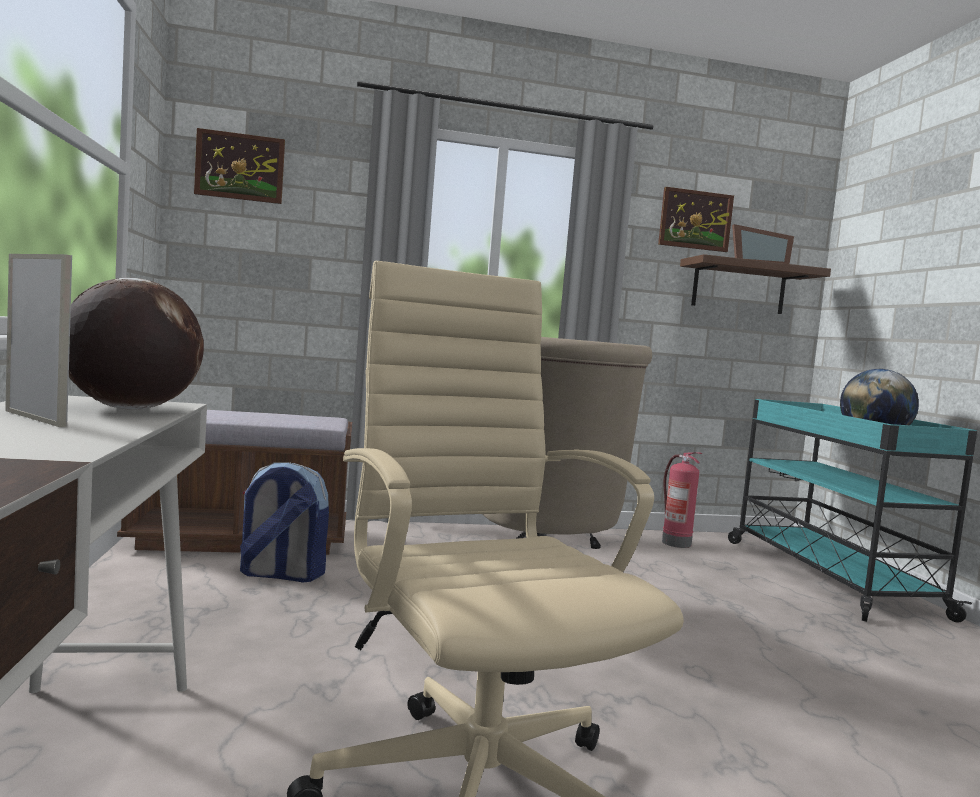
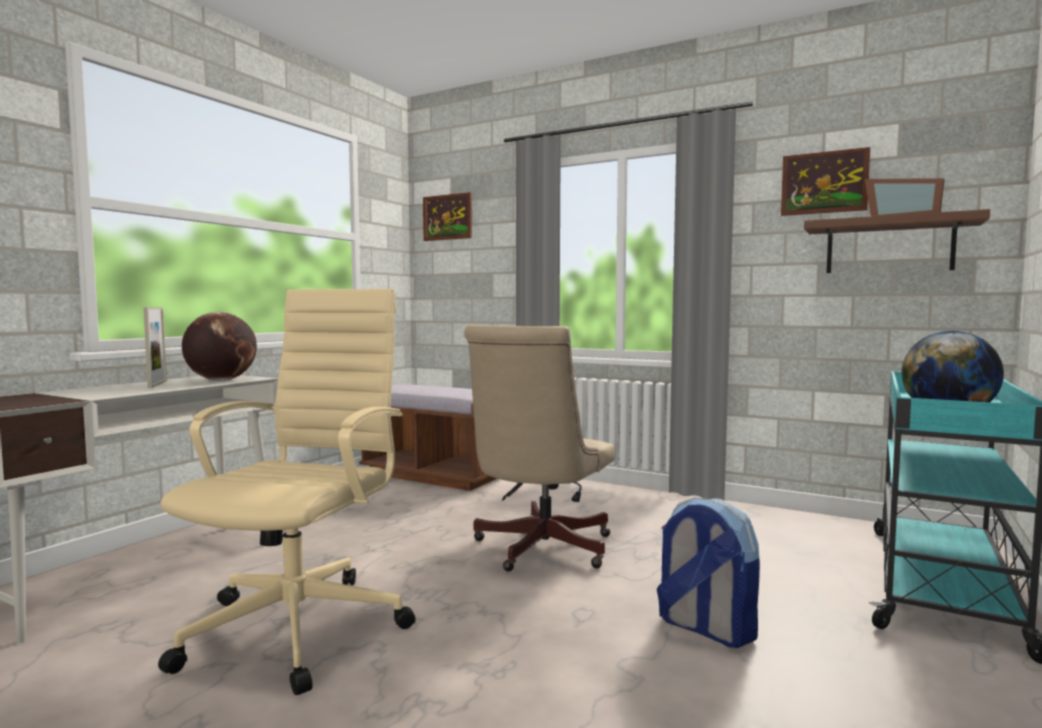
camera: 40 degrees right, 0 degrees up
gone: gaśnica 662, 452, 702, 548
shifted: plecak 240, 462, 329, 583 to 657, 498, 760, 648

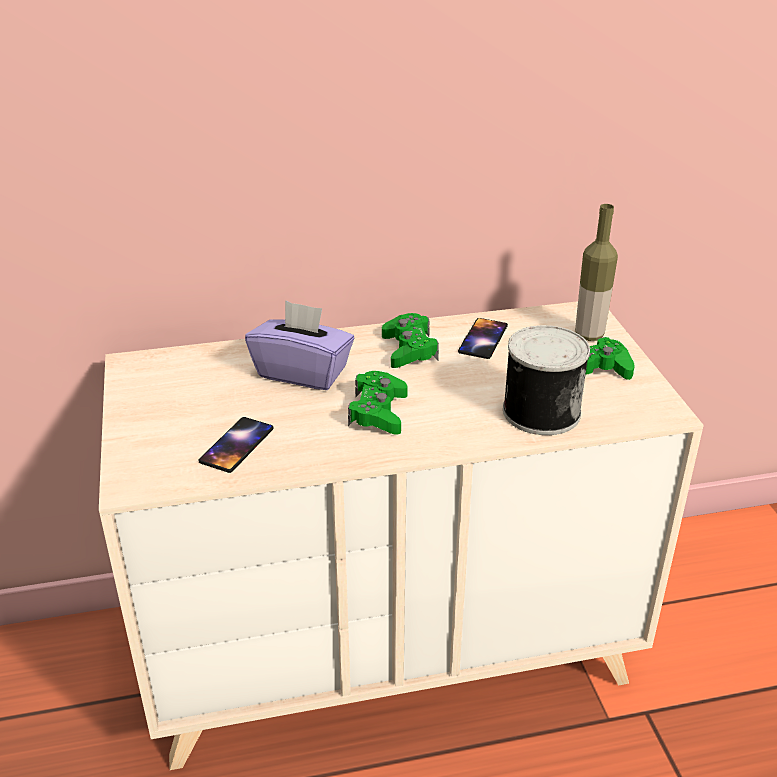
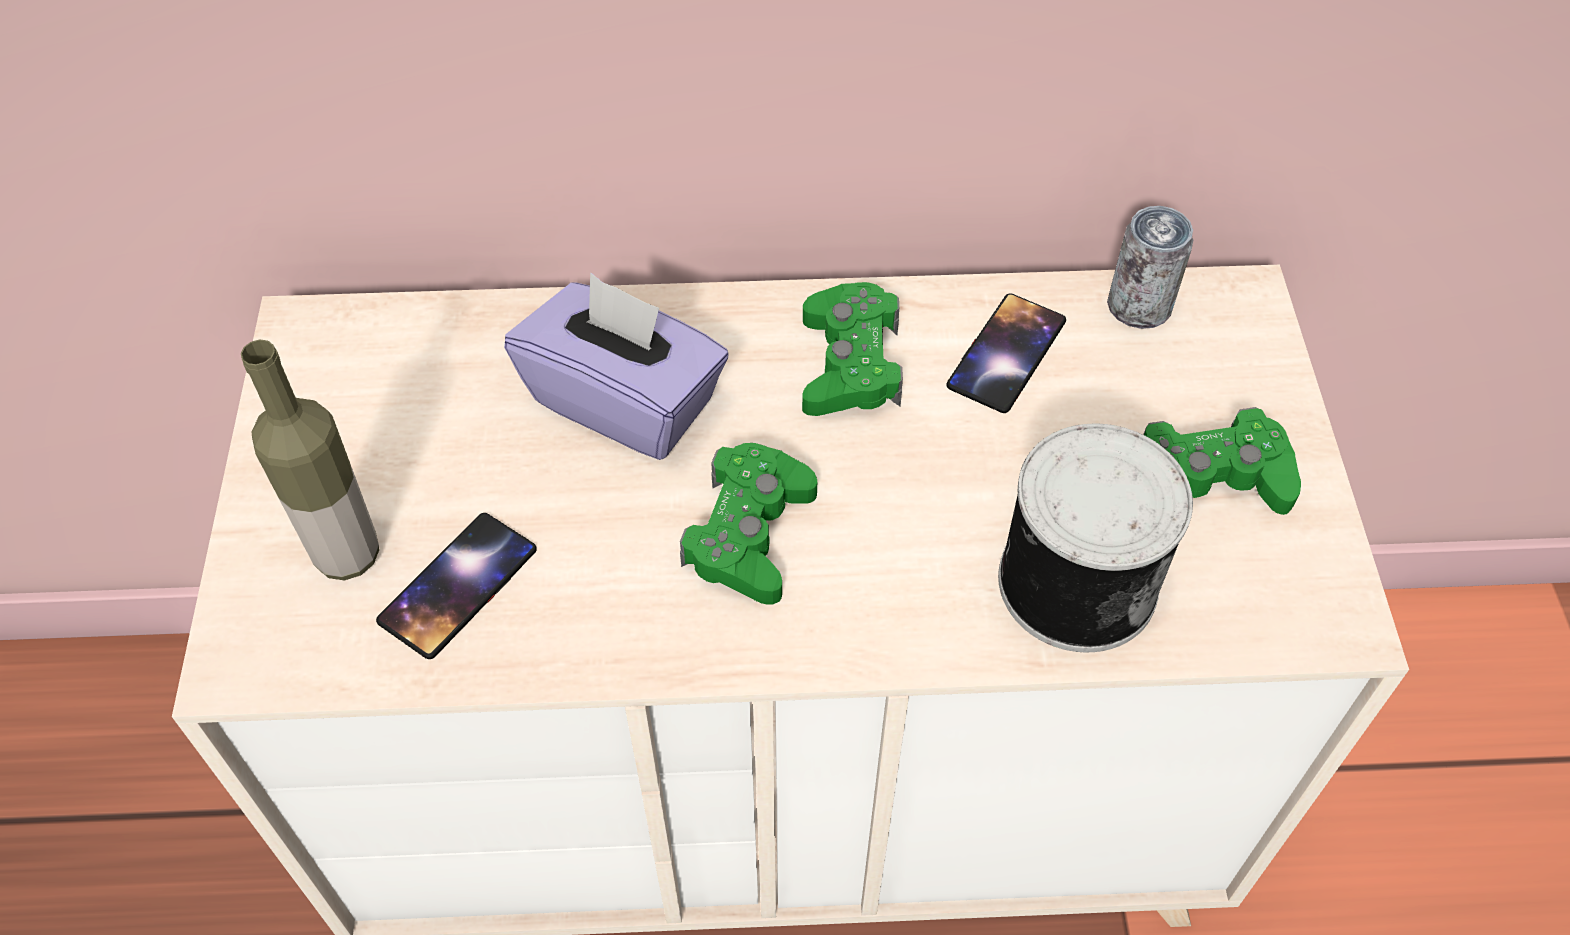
camera: 10 degrees right, 20 degrees up
new: puszka 1107, 206, 1193, 329
shifted: butelka 575, 204, 618, 341 to 241, 339, 379, 580

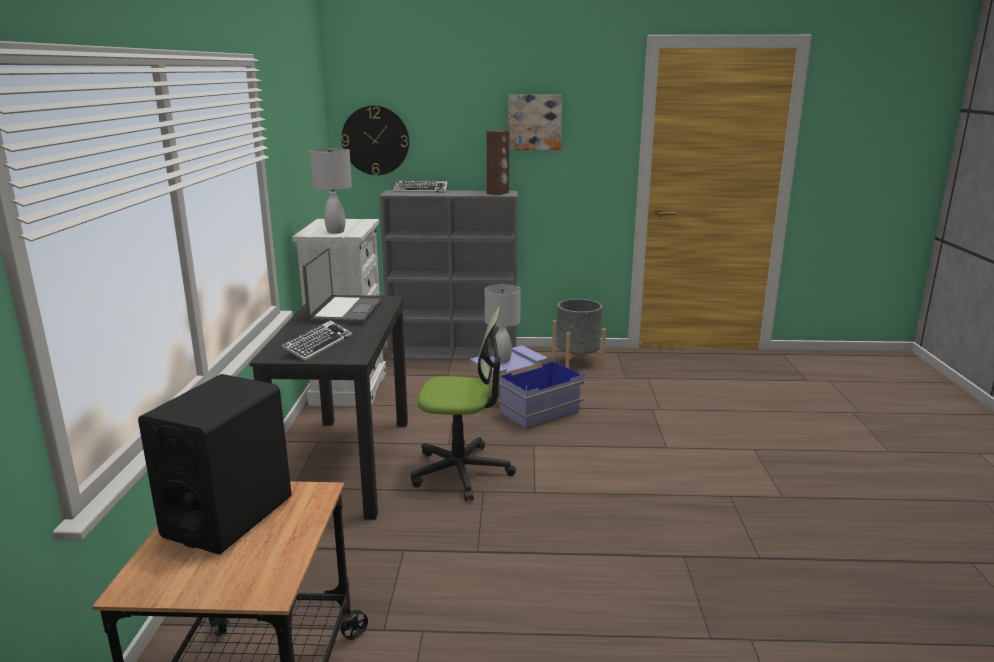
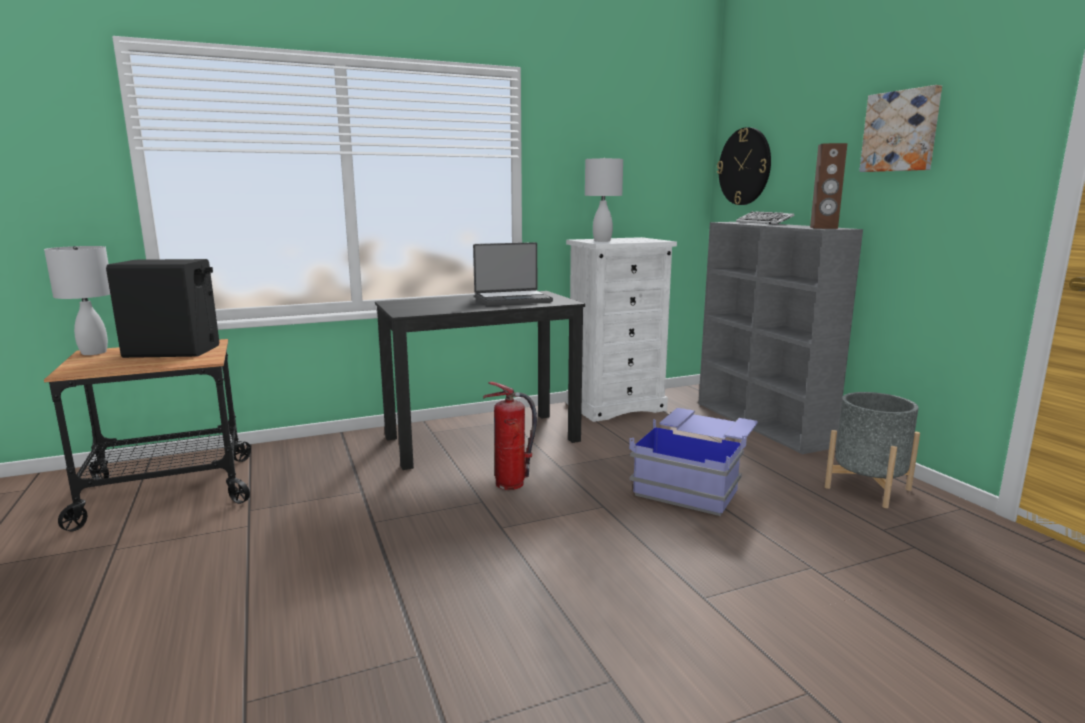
camera: 65 degrees right, 5 degrees down
gone: klawiatura 282, 320, 352, 361
shifted: lampa stołowa [biały] 485, 284, 521, 363 to 44, 246, 110, 355
swapped: krzesło biurowe 411, 307, 516, 501 to gaśnica 483, 382, 537, 490

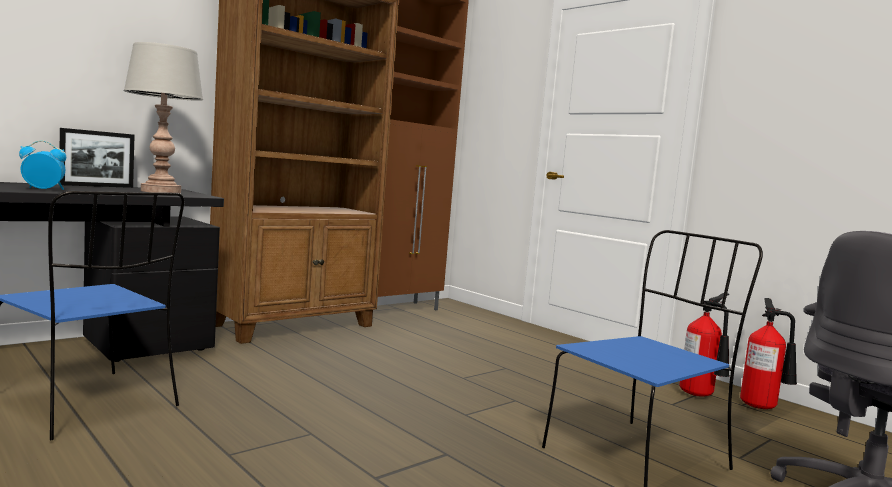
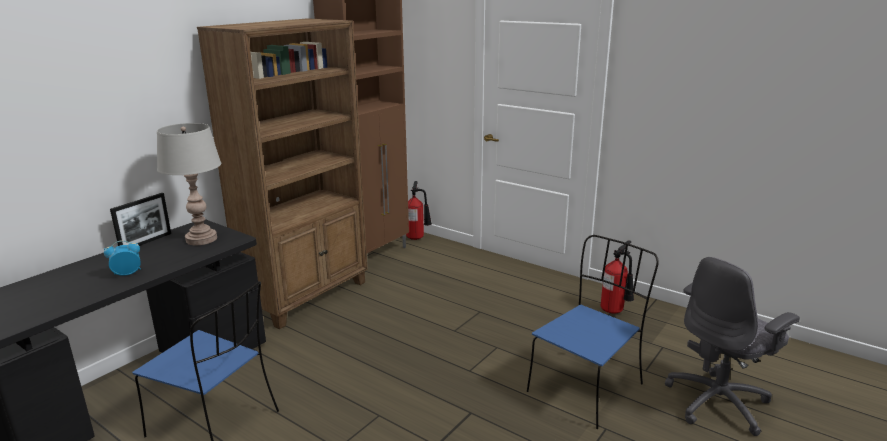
camera: 10 degrees left, 15 degrees up
shifted: gaśnica 740, 298, 797, 409 to 406, 181, 432, 240

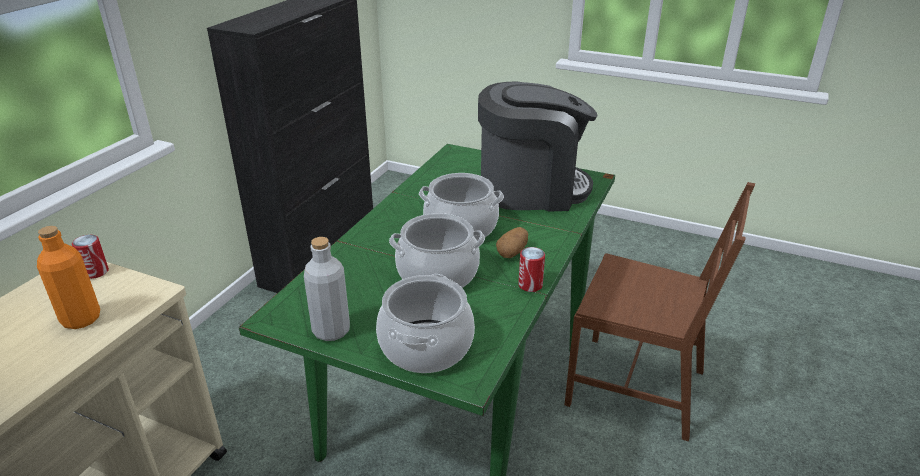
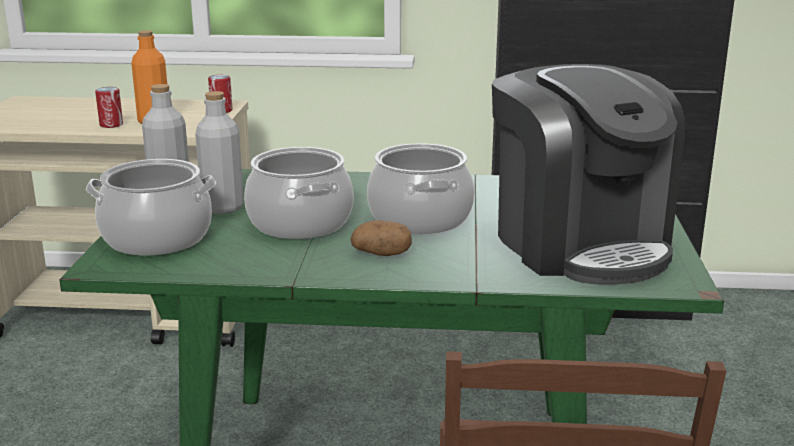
camera: 70 degrees right, 10 degrees down
new: butelka [szary] 195, 91, 244, 214
shifted: puszka 518, 247, 545, 292 to 95, 87, 123, 128

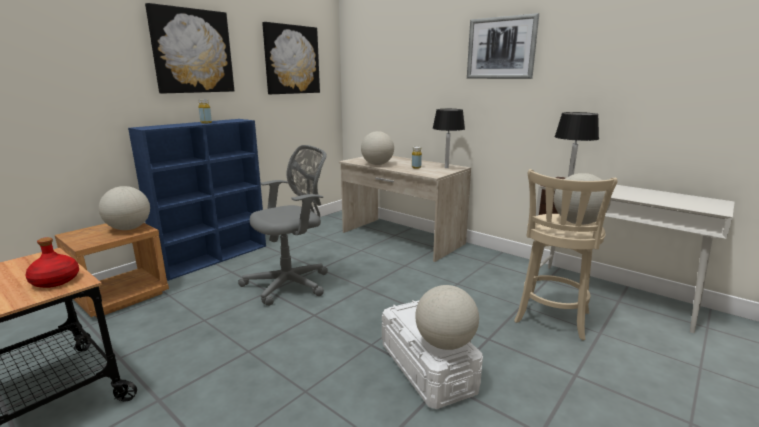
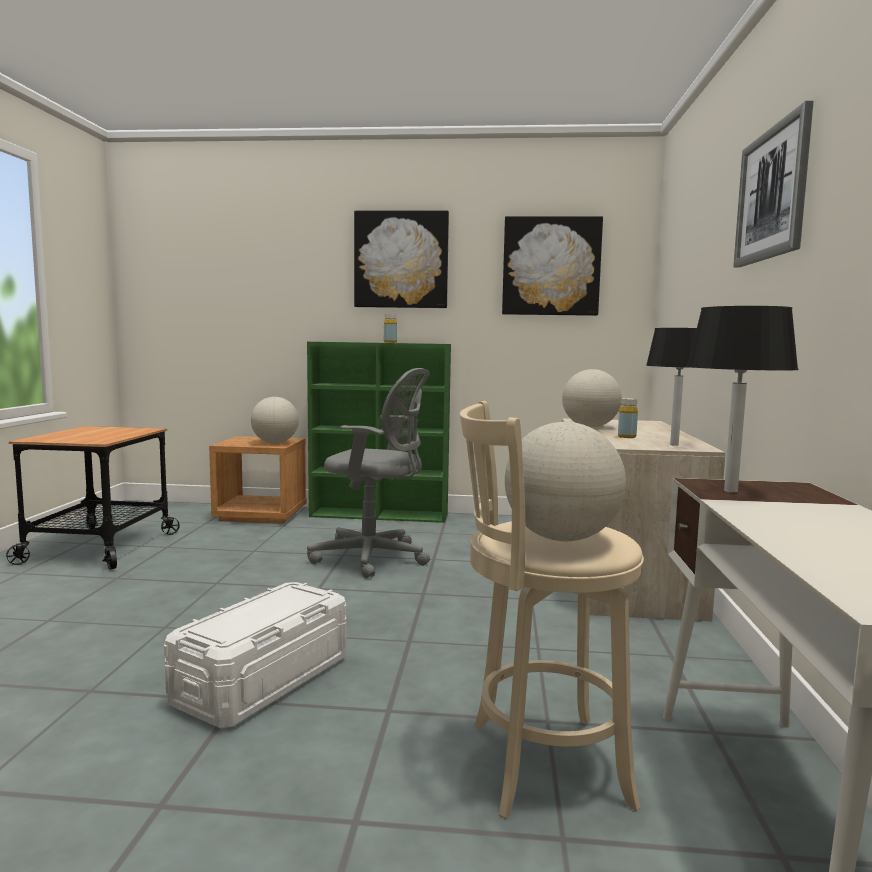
camera: 55 degrees right, 10 degrees down
gone: butelka [czerwony] 26, 237, 79, 288; globus 415, 285, 479, 350
repainted: regał [niebieski] 128, 119, 266, 281 to regał [zielony] 307, 342, 451, 523

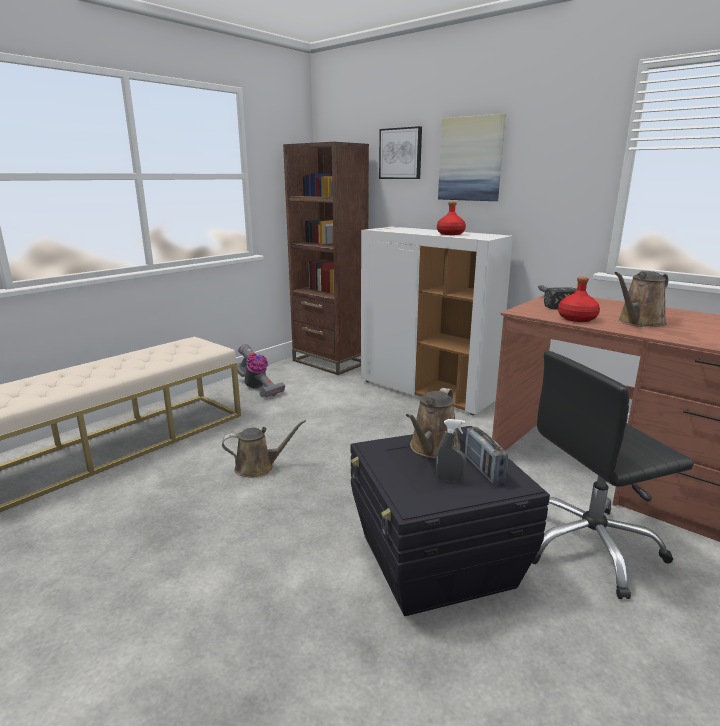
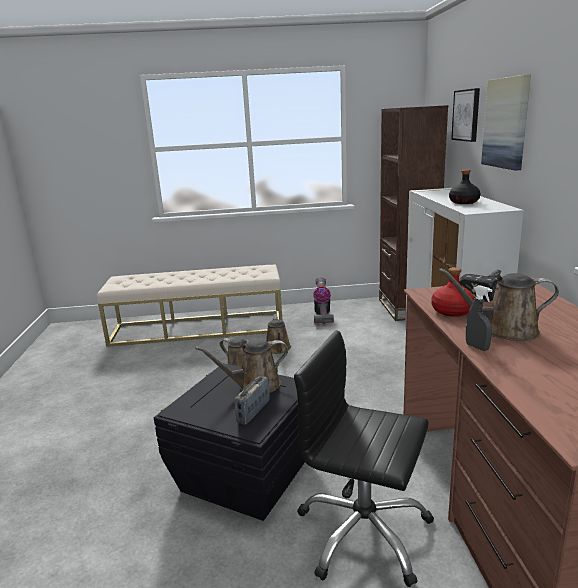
camera: 45 degrees right, 0 degrees up
new: konewka [brązowy] 266, 317, 291, 354
shifted: spryskiwacz [szary] 436, 419, 466, 482 to 466, 285, 492, 351
repainted: butelka [czerwony] 437, 202, 466, 235 to butelka [czarny] 449, 169, 480, 204

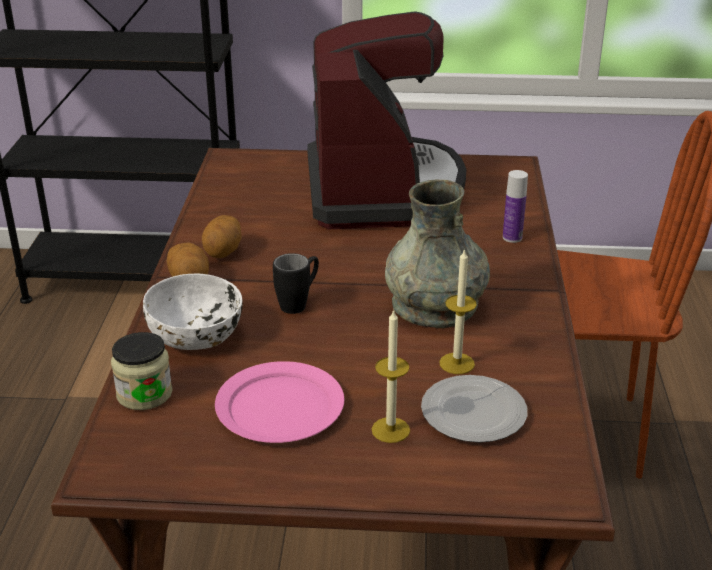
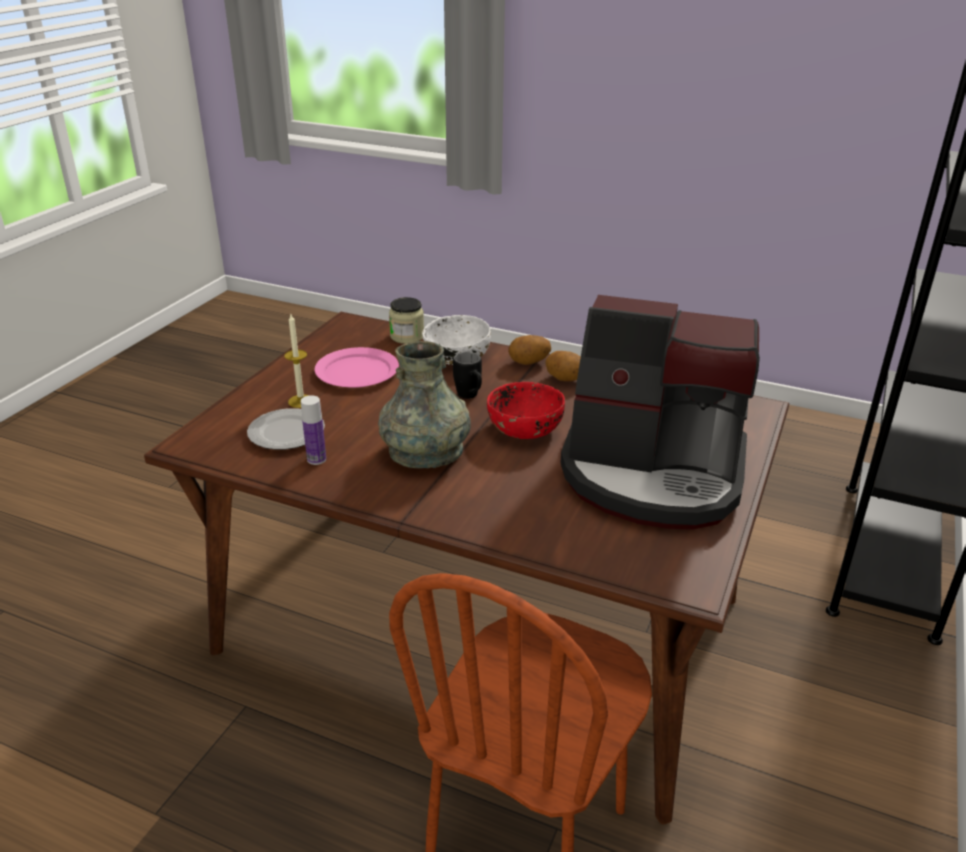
camera: 110 degrees right, 0 degrees up
gone: świeca 439, 248, 477, 374
new: miska [czerwony] 487, 382, 565, 439
shifted: butelka 503, 170, 528, 243 to 301, 395, 326, 465

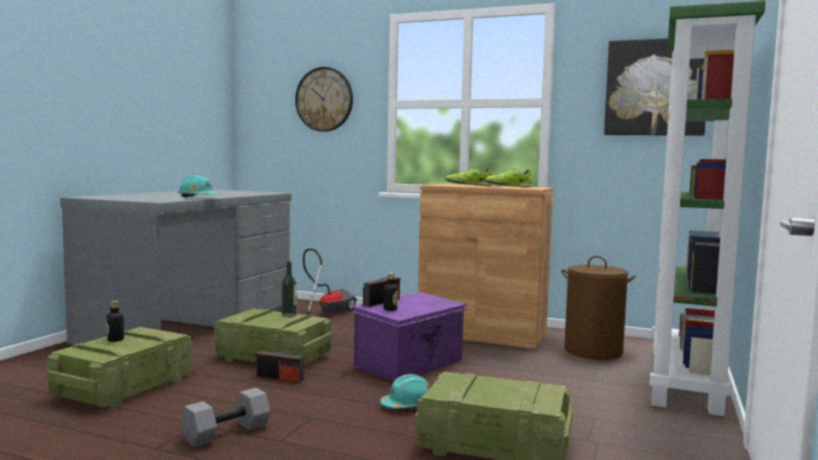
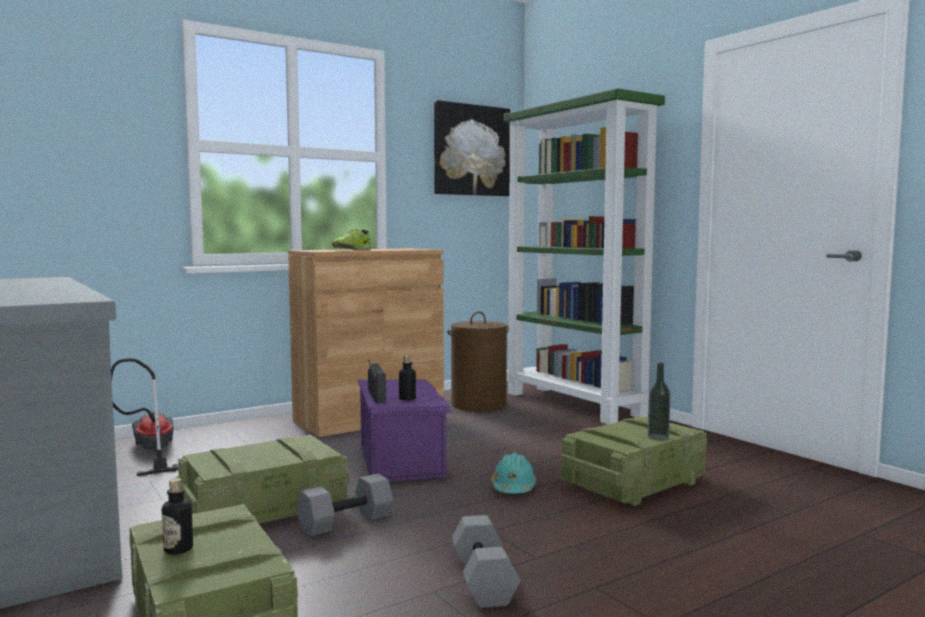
camera: 55 degrees left, 0 degrees up
gone: zegar ścienny 295, 67, 353, 132; but 485, 169, 532, 188; kask [turkusowy] 178, 174, 219, 197
shifted: butelka 281, 261, 297, 317 to 648, 362, 671, 441
swapped: radio 256, 351, 304, 383 to hantel [szary] 297, 473, 393, 536

